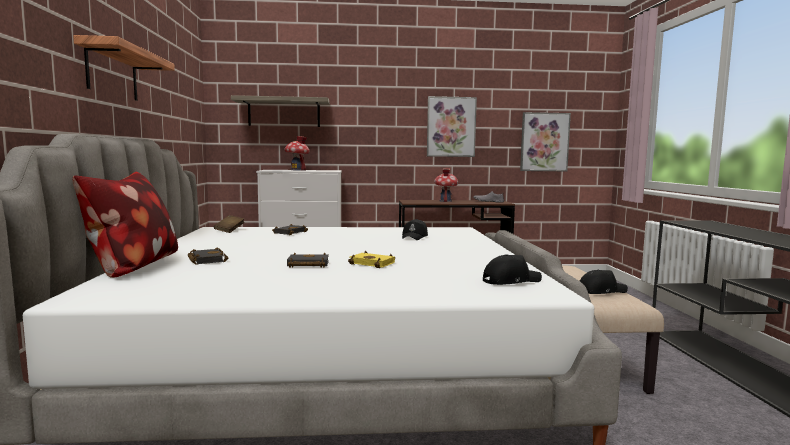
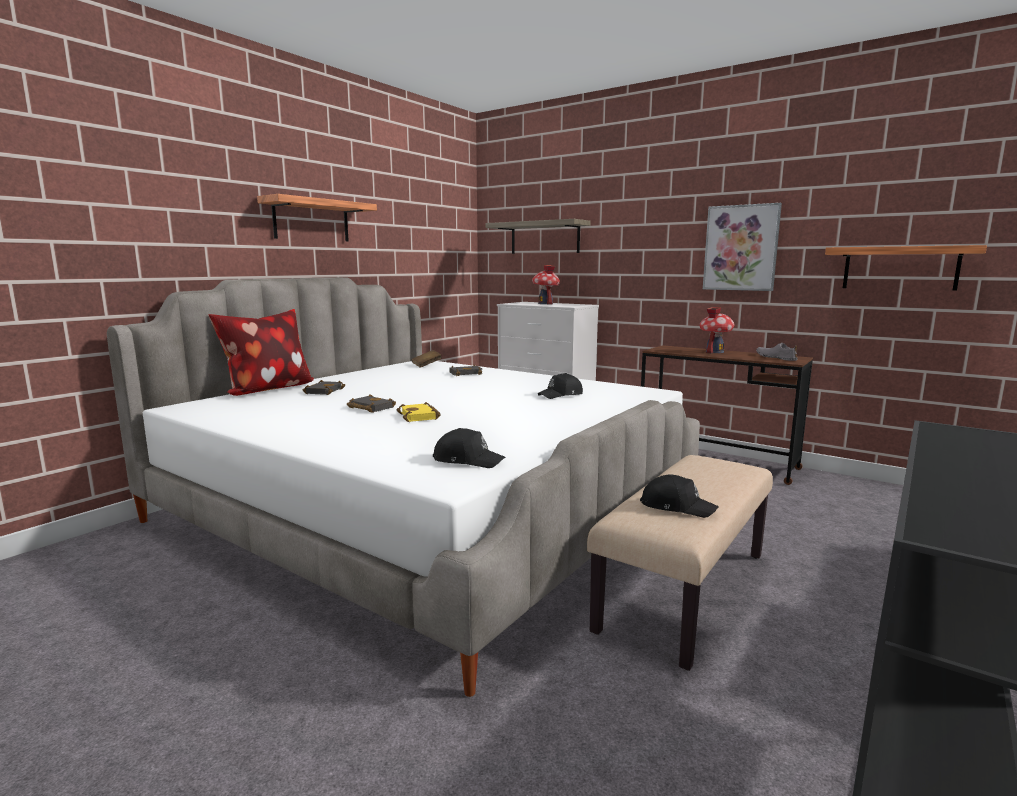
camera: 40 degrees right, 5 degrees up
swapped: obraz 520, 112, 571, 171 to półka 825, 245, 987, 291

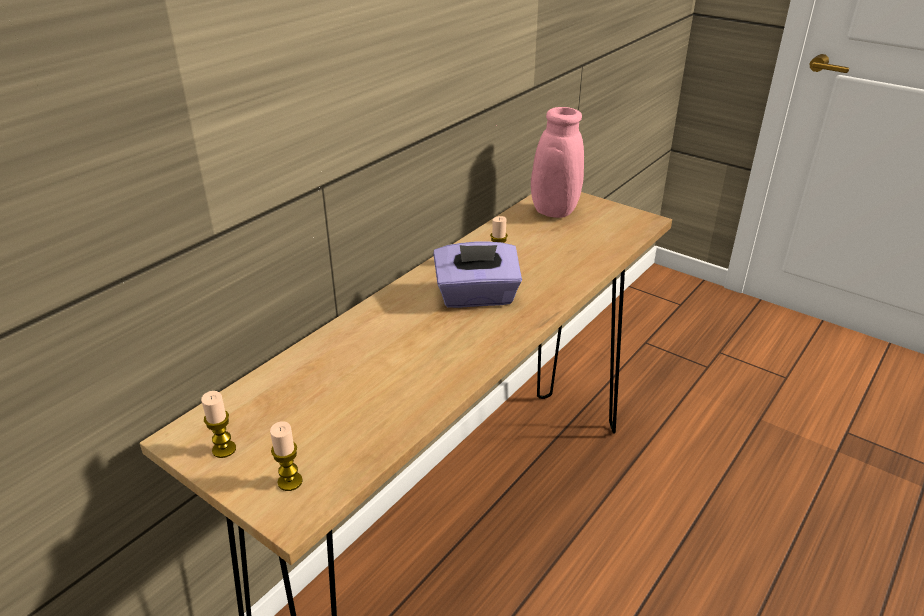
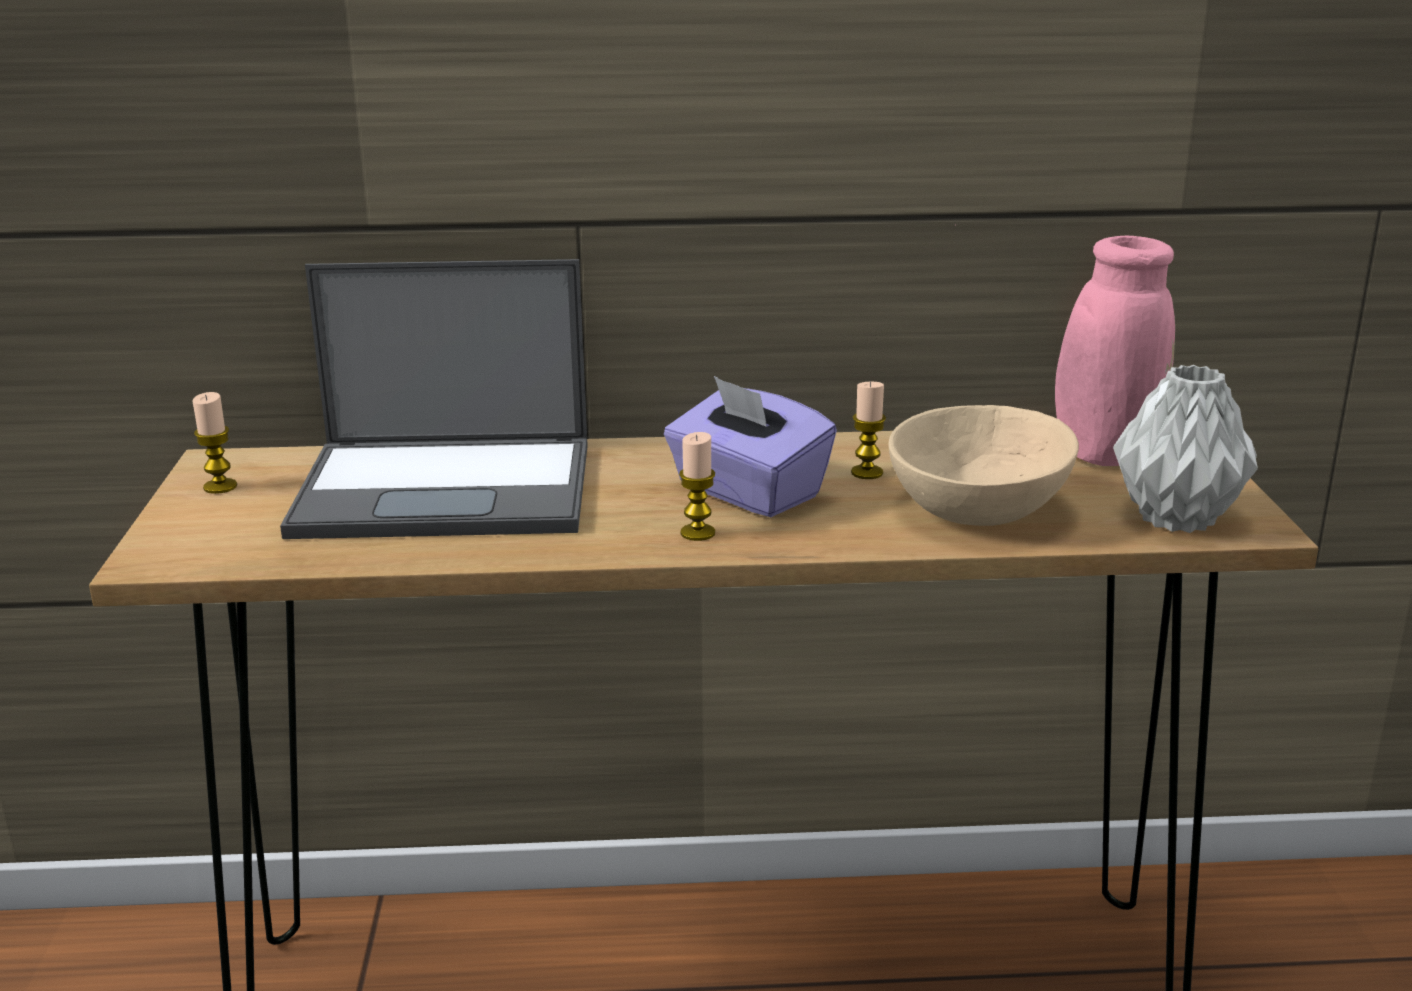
camera: 50 degrees right, 10 degrees down
new: laptop 280, 259, 588, 539; wazon [szary] 1113, 365, 1258, 533; miska [beżowy] 889, 405, 1079, 526
shifted: świeca 270, 421, 303, 491 to 679, 432, 715, 541

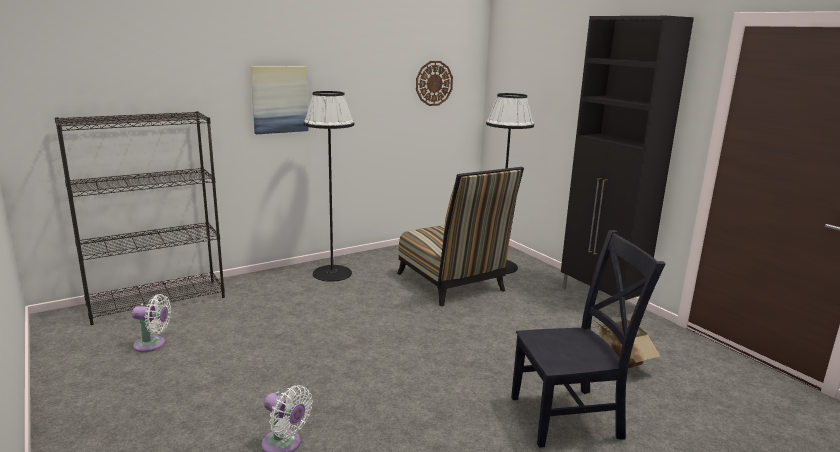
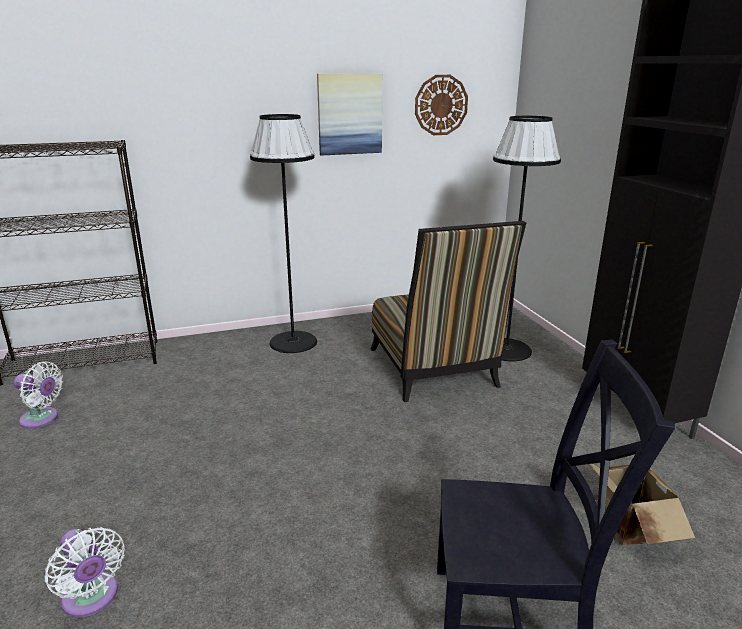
camera: 15 degrees right, 5 degrees up
shifted: obraz 251, 66, 308, 134 to 317, 73, 382, 155

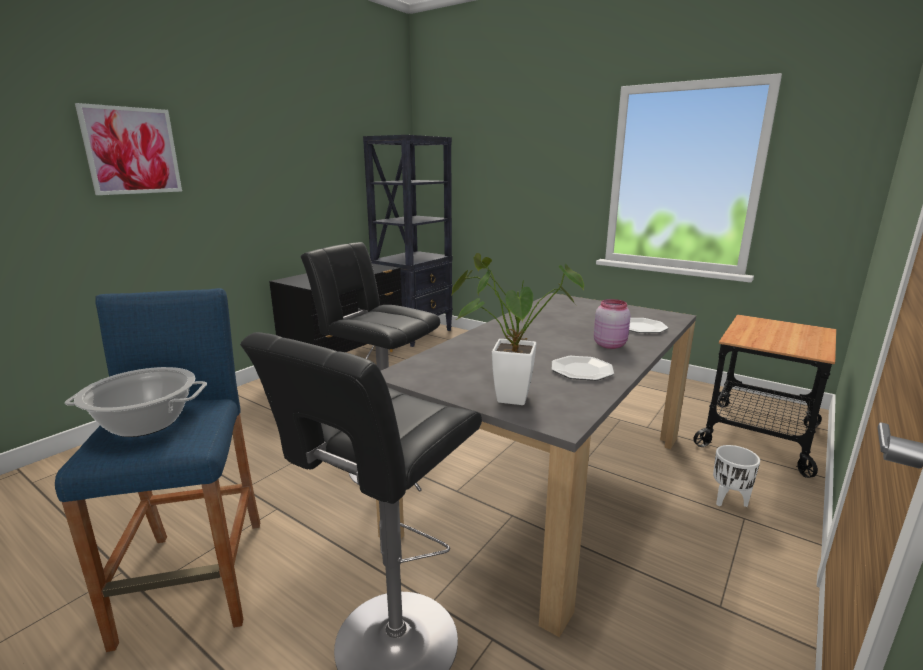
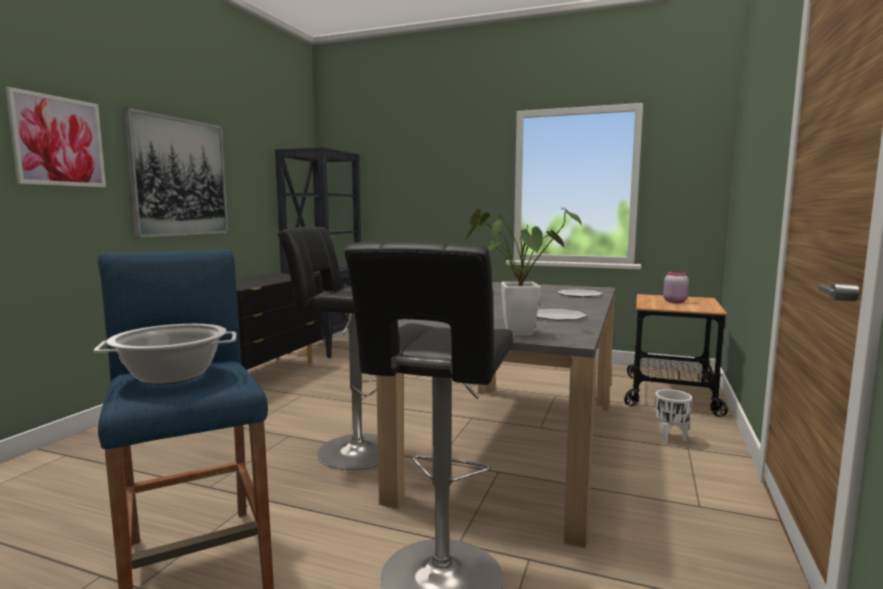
camera: 15 degrees left, 10 degrees down
new: obraz 123, 107, 228, 238
shifted: słoik [różowy] 594, 299, 630, 349 to 663, 271, 689, 303

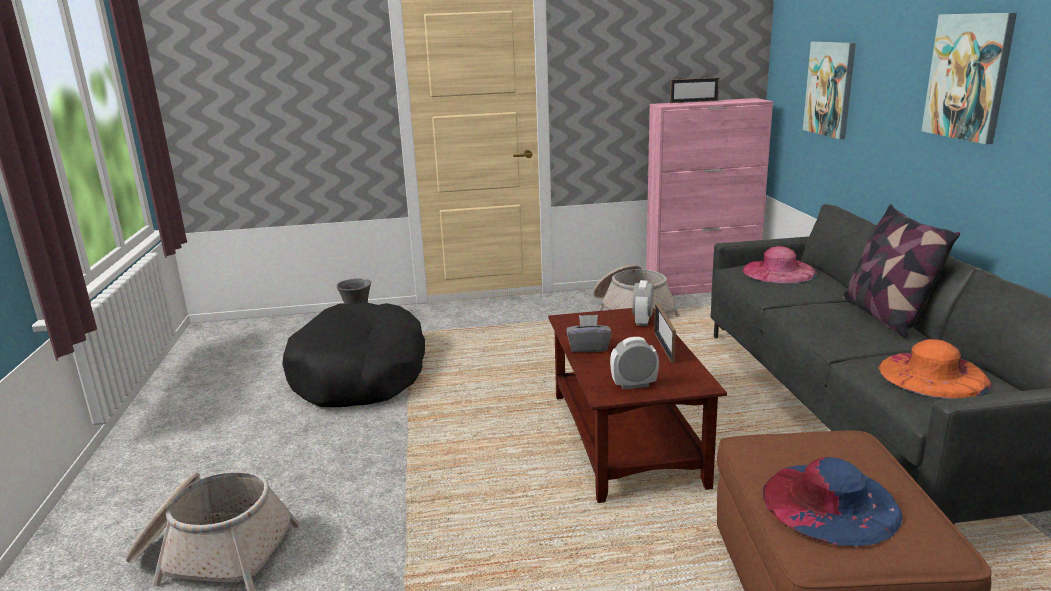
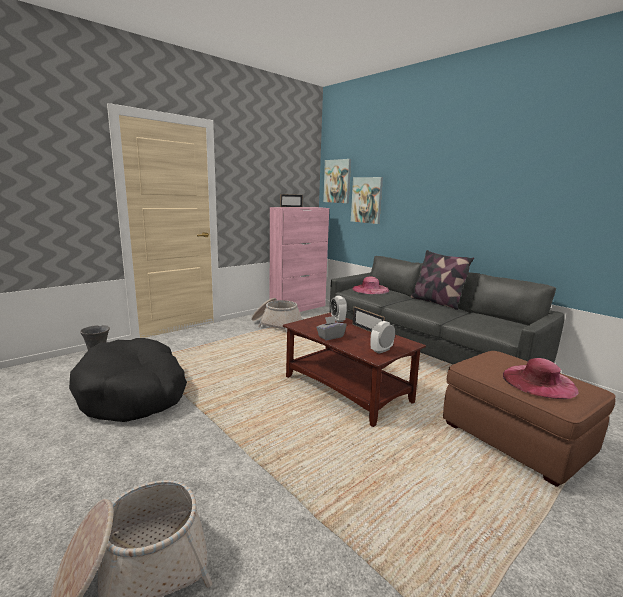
camera: 35 degrees left, 5 degrees down
gone: kapelusz [pomarańczowy] 879, 339, 992, 399
shifted: obraz 921, 13, 1017, 144 to 323, 159, 351, 203
repainted: kapelusz [niebieski] 763, 457, 903, 546 to kapelusz [różowy] 503, 358, 579, 399

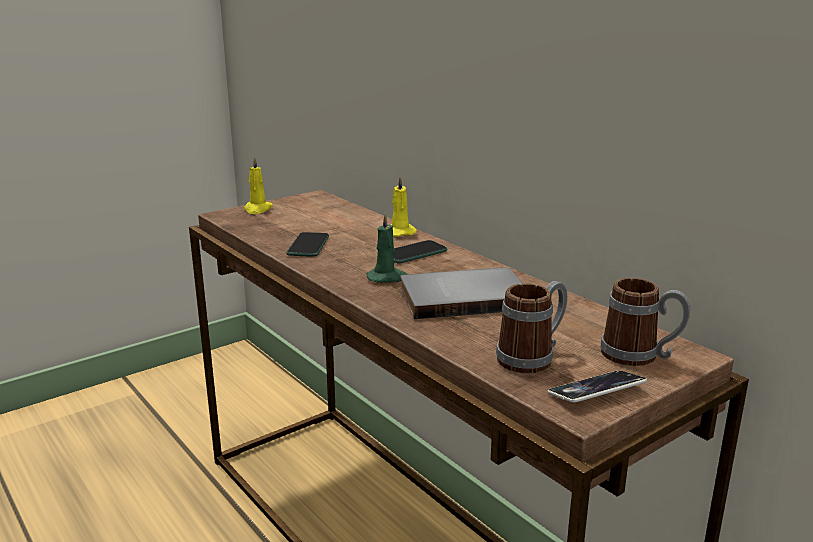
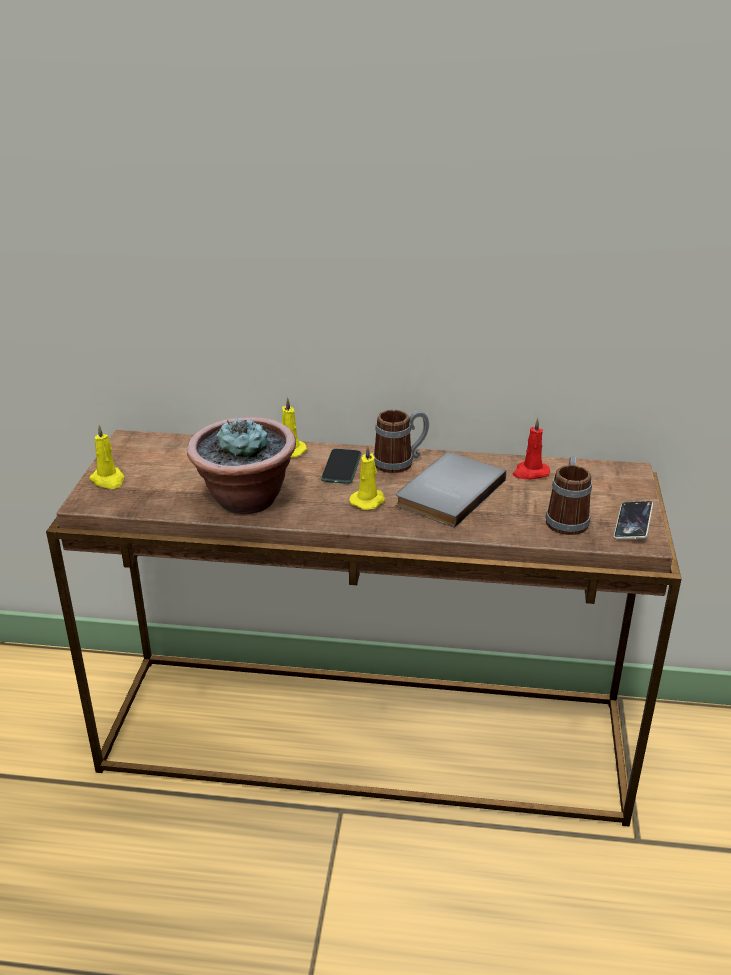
camera: 45 degrees left, 10 degrees up
new: świeca [czerwony] 513, 417, 550, 479
shifted: kubek 601, 278, 690, 366 to 373, 410, 429, 473
swapped: telefon 286, 232, 329, 257 to roślina doniczkowa 187, 417, 296, 514
repainted: świeca [zielony] 367, 213, 407, 283 to świeca [żółty] 349, 446, 385, 510

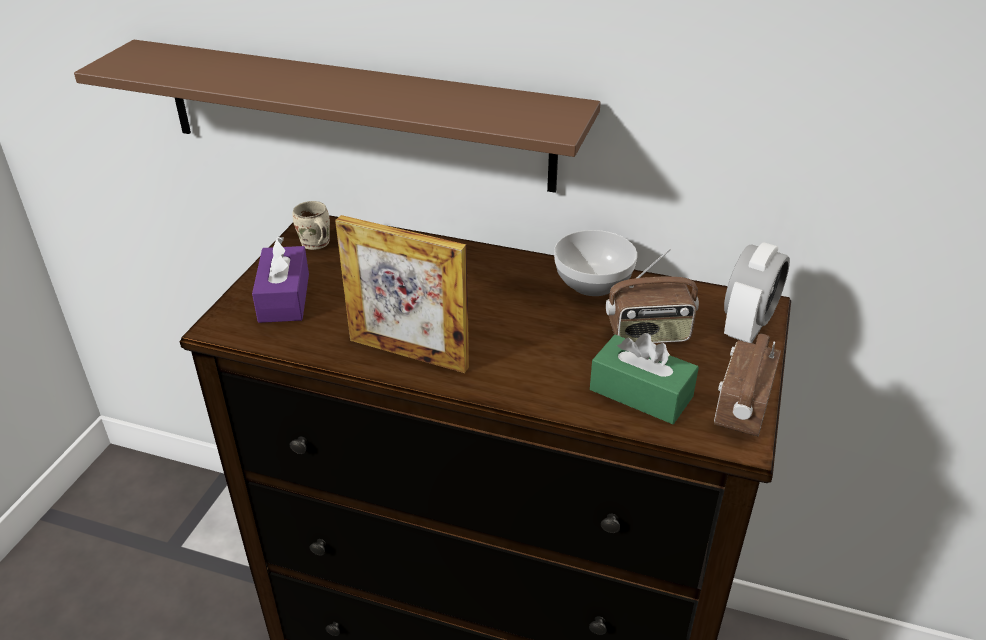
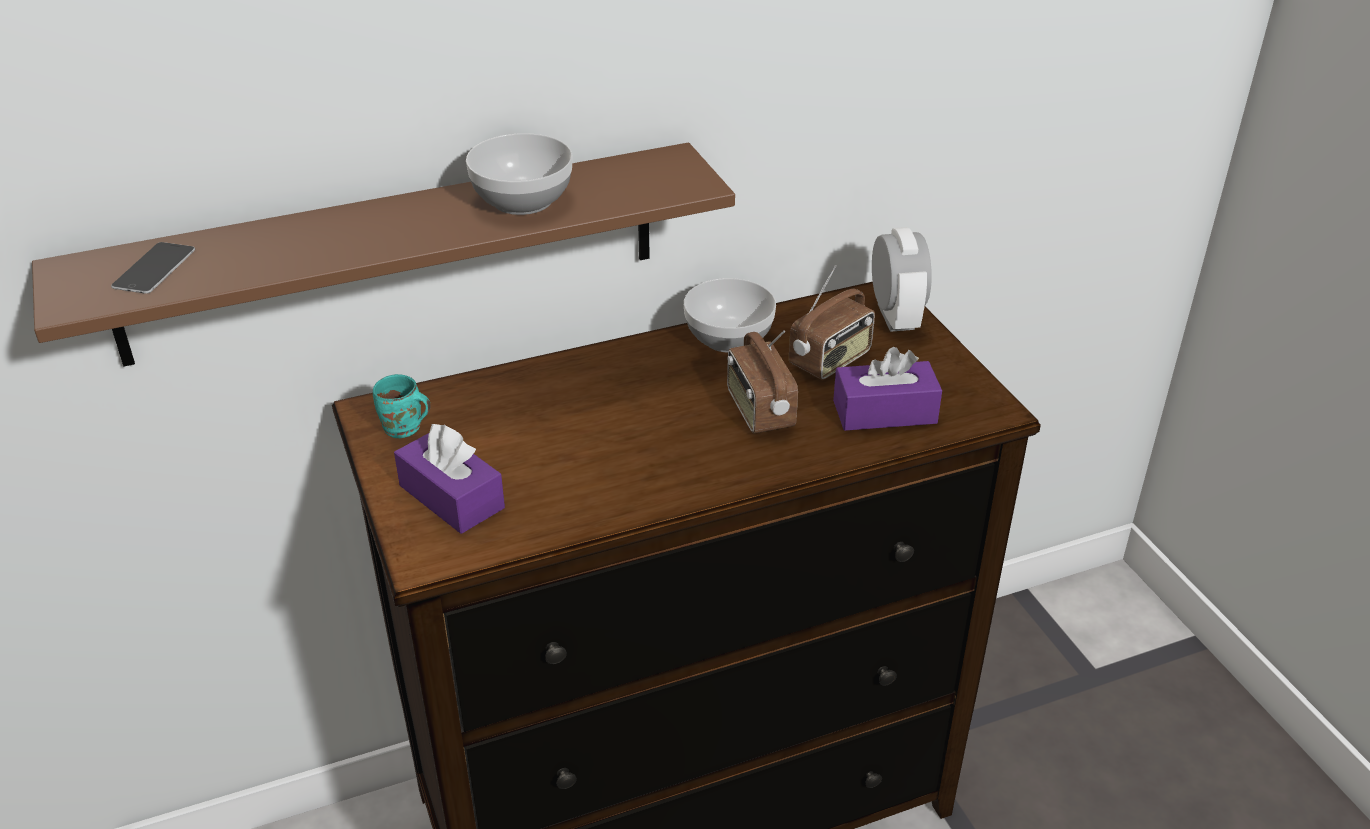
camera: 40 degrees left, 0 degrees up
gone: ramka na zdjęcie 335, 215, 469, 373
new: miska 466, 133, 573, 215; telefon 111, 242, 195, 294
shifted: radio 714, 334, 781, 436 to 727, 330, 798, 433
repainted: kubek [beżowy] 293, 201, 330, 250 to kubek [turkusowy] 373, 374, 431, 438; pudełko chusteczek [zielony] 590, 333, 699, 424 to pudełko chusteczek [fioletowy] 833, 347, 942, 431

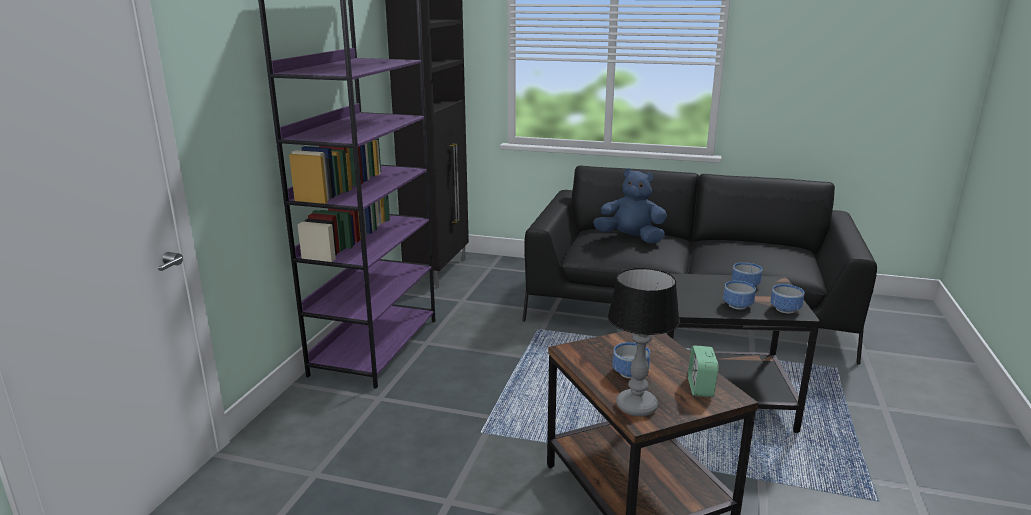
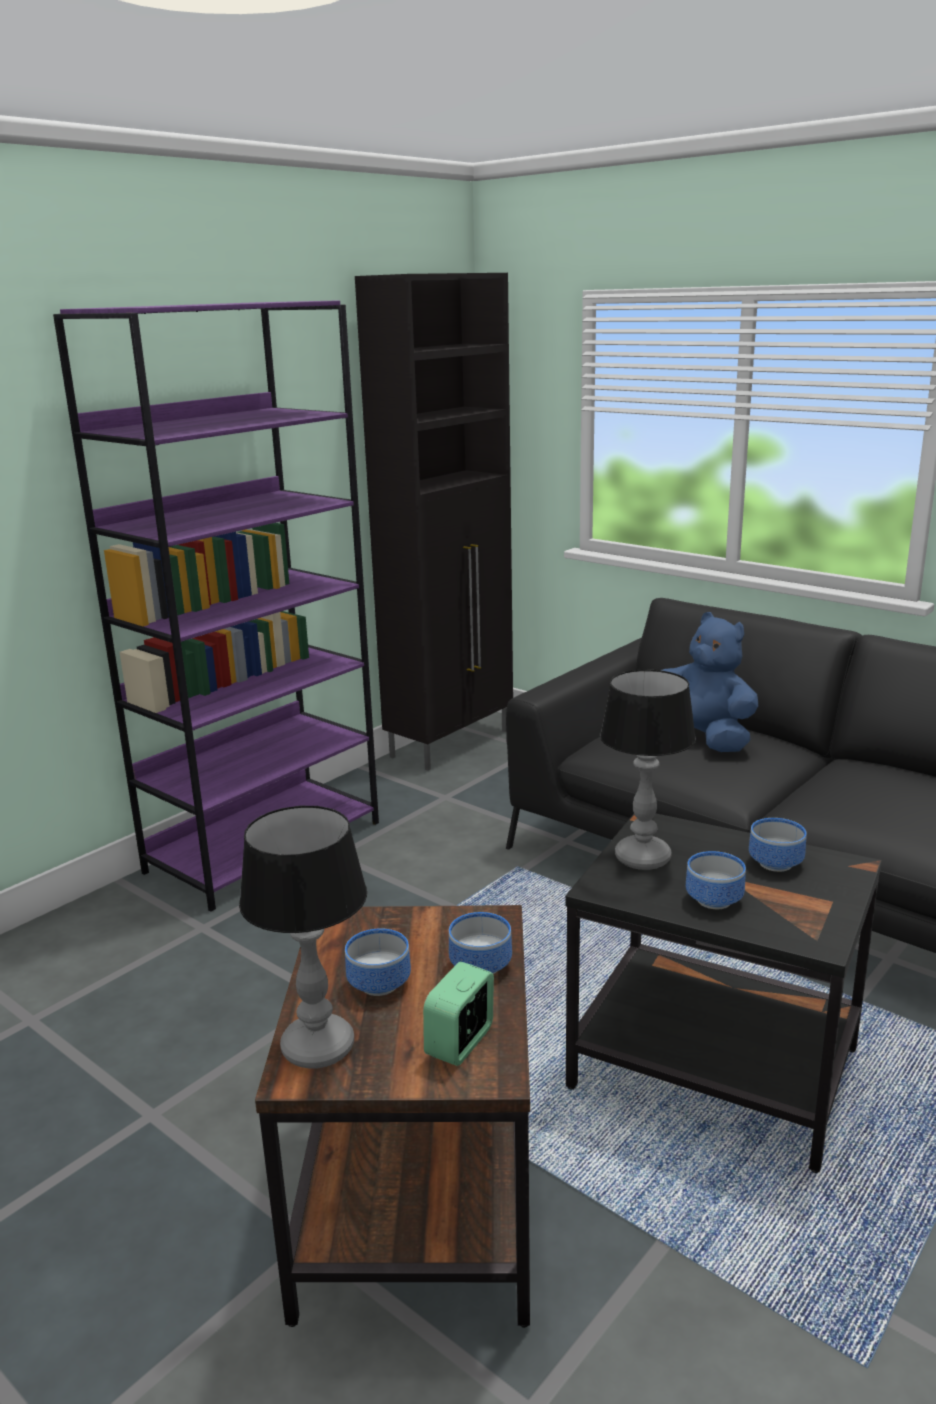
camera: 25 degrees right, 0 degrees up
new: lampa stołowa 600, 669, 696, 870
shifted: miska 770, 284, 804, 313 to 449, 912, 512, 974

